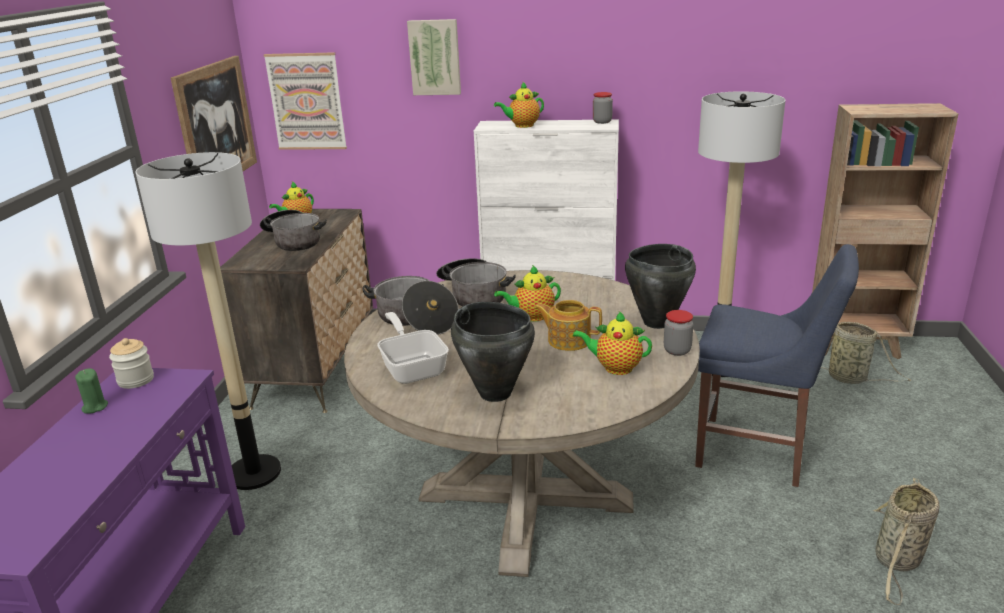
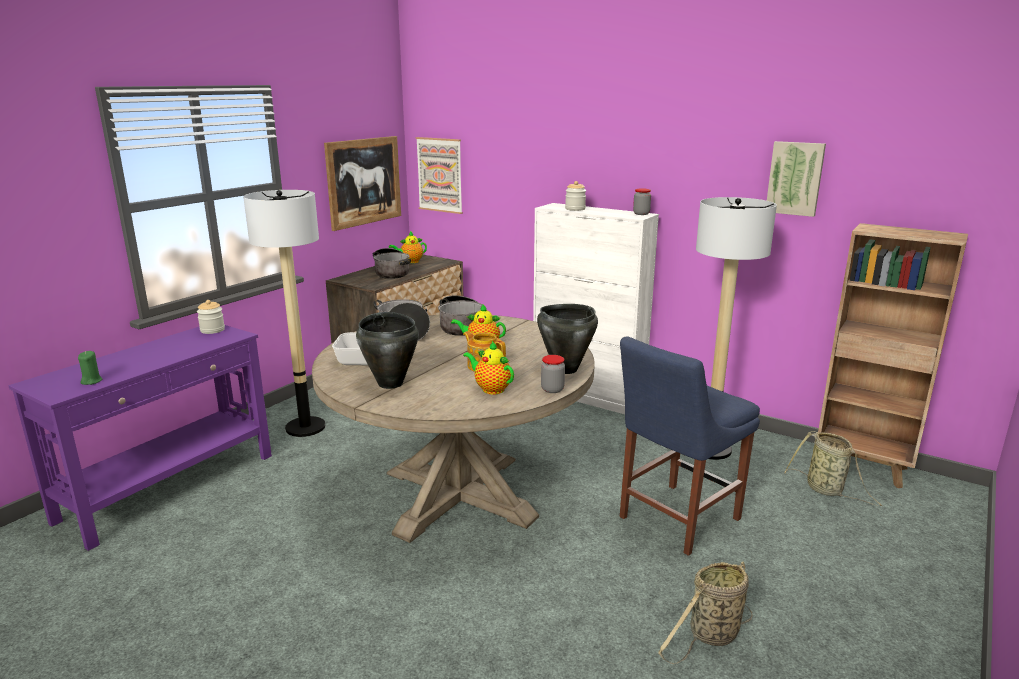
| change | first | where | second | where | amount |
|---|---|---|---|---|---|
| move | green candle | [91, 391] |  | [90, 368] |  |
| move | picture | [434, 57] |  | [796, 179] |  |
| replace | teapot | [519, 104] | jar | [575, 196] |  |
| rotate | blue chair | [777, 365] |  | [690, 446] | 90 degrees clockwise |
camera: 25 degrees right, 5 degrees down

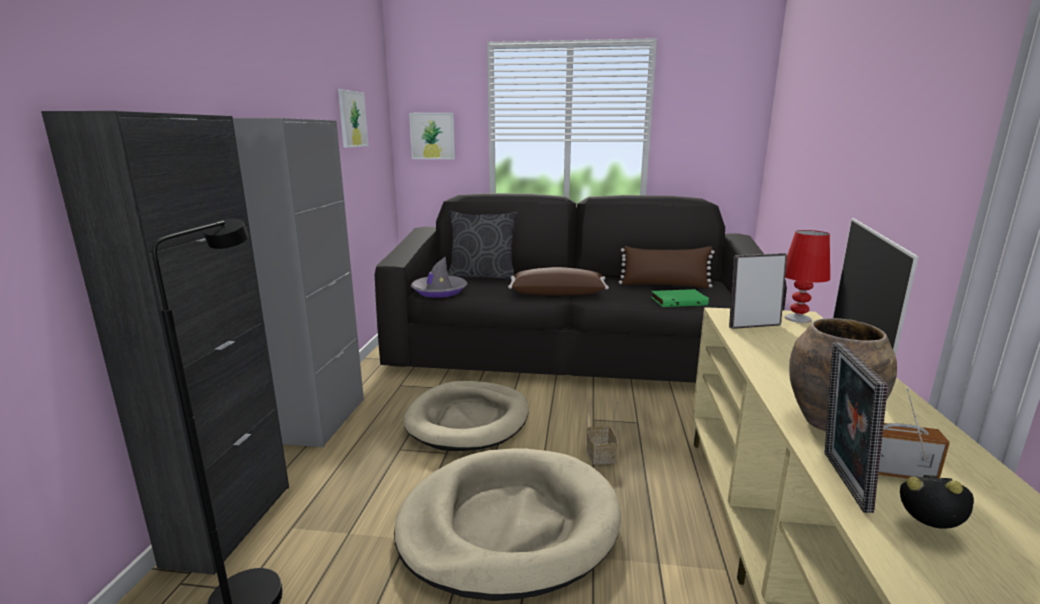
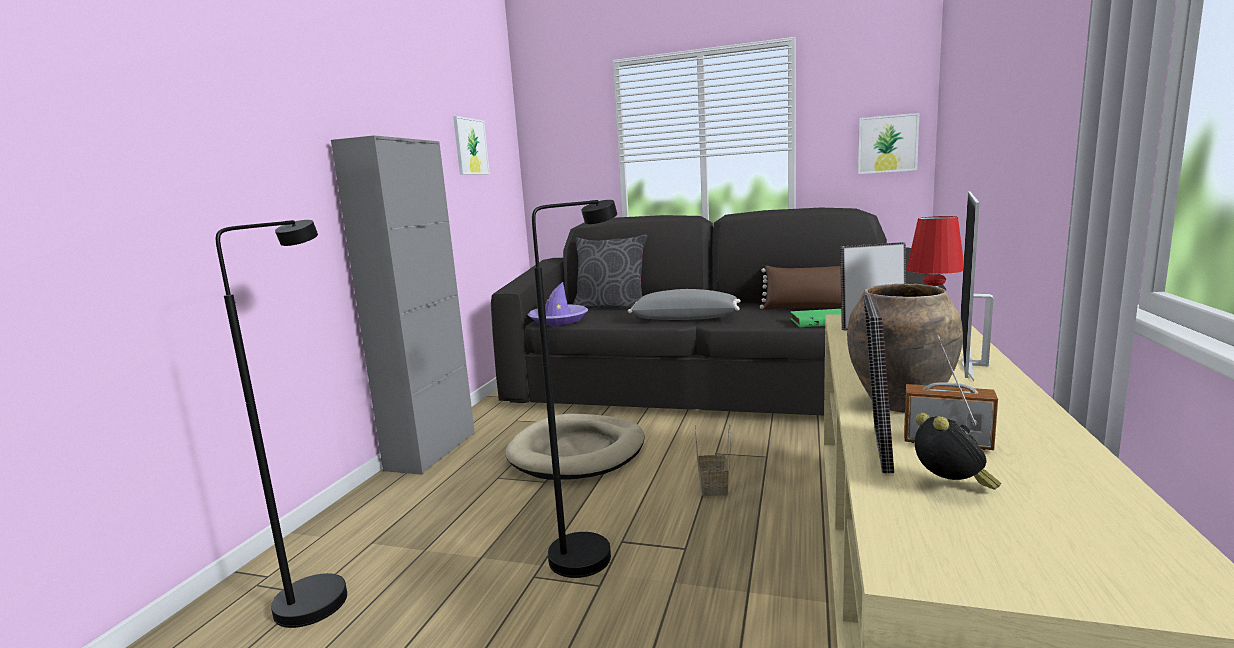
| change | first | where | second | where | amount |
|---|---|---|---|---|---|
| delete | black cabinet | [165, 343] |  |  |  |
| move | picture | [432, 136] |  | [888, 143] |  |
| replace | beige dog bed | [507, 525] | black floor lamp | [574, 389] |  |
| recolor | grey hat | [439, 277] | purple hat | [558, 303] |  |
| recolor | brown pillow | [558, 281] | grey pillow | [684, 304] |  |
| rotate | alarm clock | [937, 502] |  | [958, 451] | 45 degrees clockwise |
camera: 10 degrees right, 5 degrees down

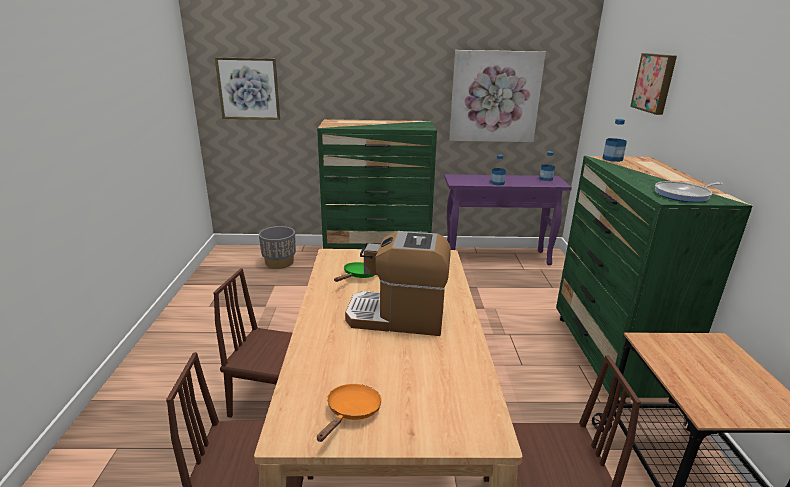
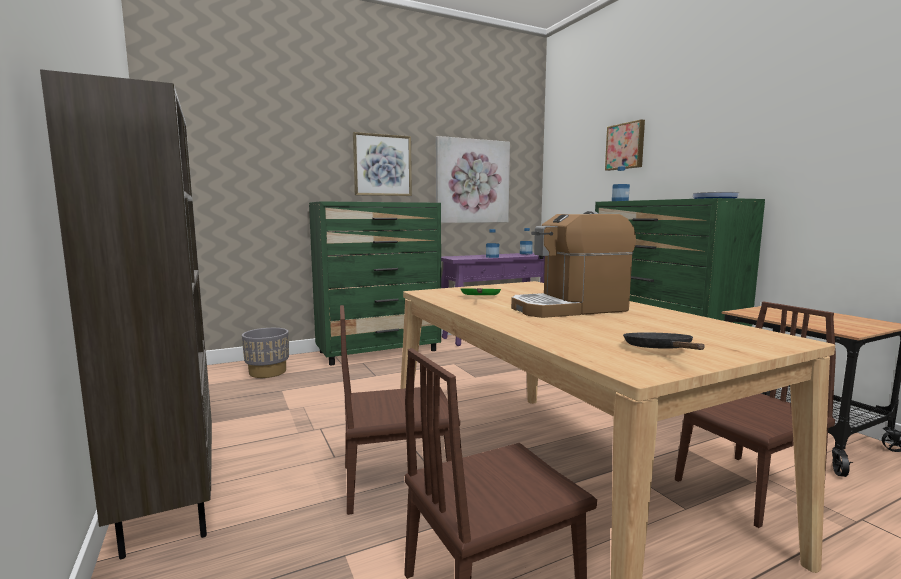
| change | first | where | second | where | amount |
|---|---|---|---|---|---|
| insert |  |  | brown bookcase | [126, 314] |  |
| move | picture | [247, 88] |  | [382, 164] |  |
| recolor | orange frying pan | [349, 413] | black frying pan | [663, 341] |  |
camera: 25 degrees left, 15 degrees down

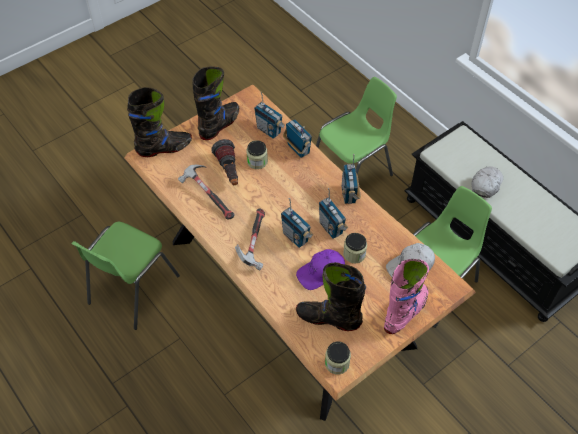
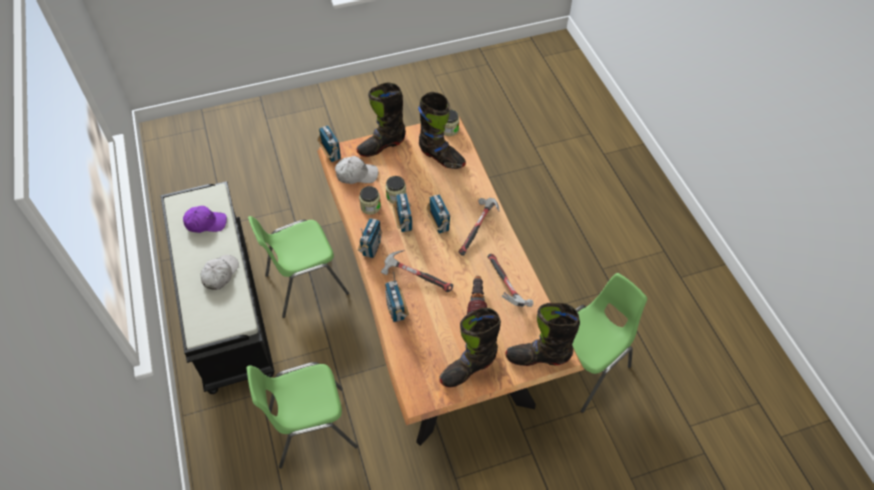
| change | first | where | second | where | amount |
|---|---|---|---|---|---|
| insert |  |  | hammer | [417, 271] |  |
| move | jar | [257, 154] |  | [370, 200] |  |
| move | radio | [269, 115] |  | [329, 143] |  |
| move | purple cap | [320, 269] |  | [205, 219] |  |
| recolor | pink boot | [406, 296] | black boot | [381, 119] |  |
| rotate | white cap | [487, 182] |  | [220, 272] | 150 degrees clockwise |
camera: 160 degrees left, 0 degrees up

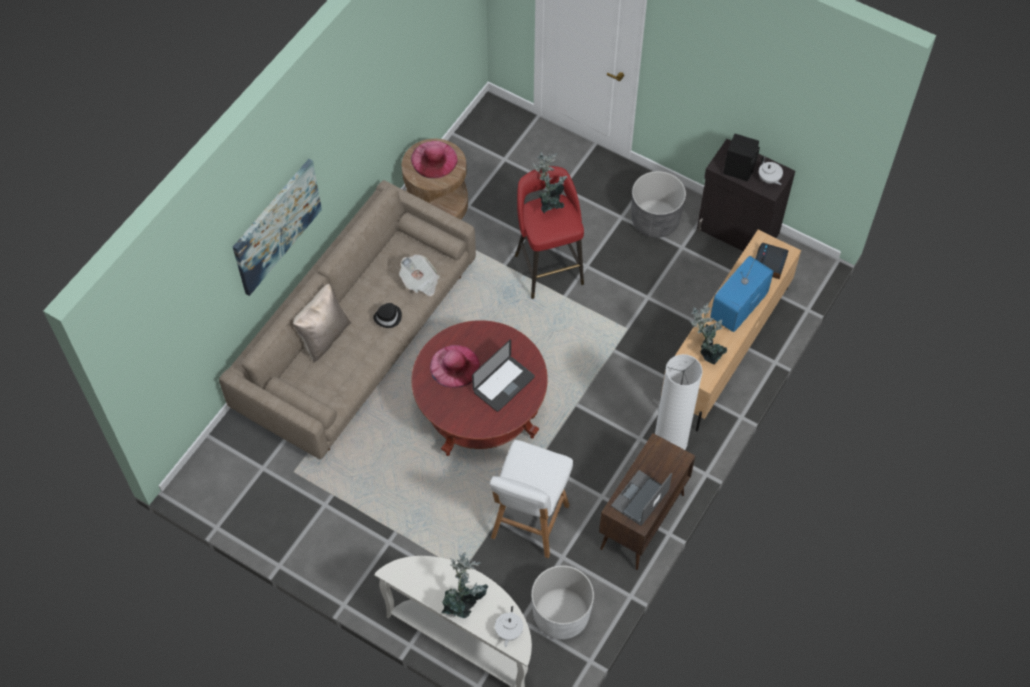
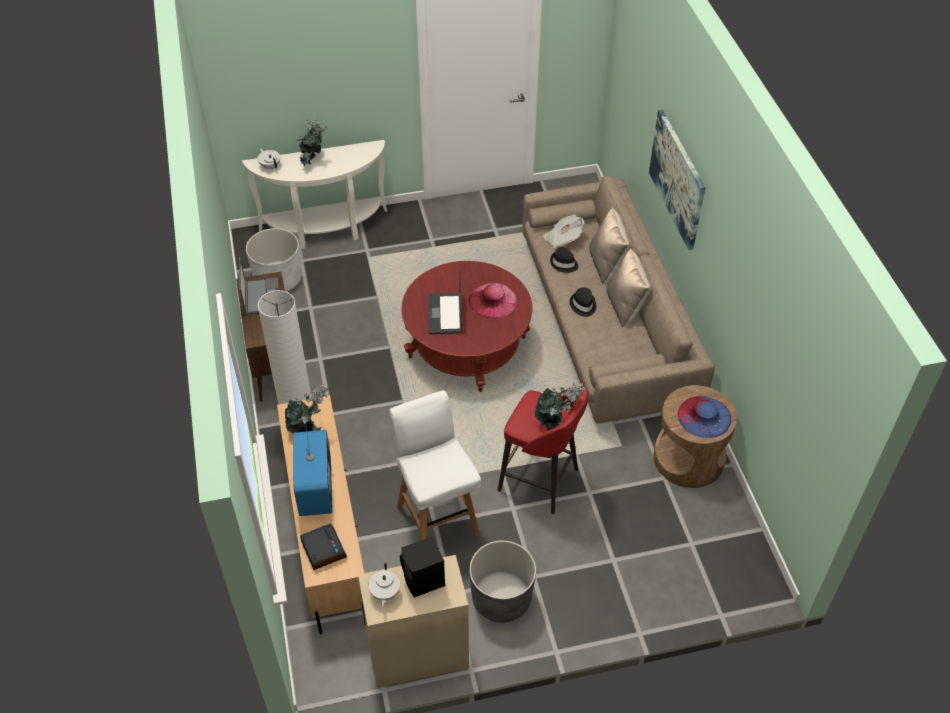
| change | first | where | second | where | amount |
|---|---|---|---|---|---|
| insert |  |  | black hat | [564, 260] |  |
| insert |  |  | beige pillow | [628, 288] |  |
| move | newspaper | [419, 275] |  | [563, 231] |  |
| move | white stool | [531, 499] |  | [435, 465] |  |
| recolor | pink hat | [434, 159] | blue hat | [704, 417] |  |
| recolor | black cabinet | [746, 195] | beige cabinet | [413, 621] |  |
| rotate | white teapot | [771, 171] |  | [384, 585] | 105 degrees counterclockwise |
camera: 135 degrees right, 10 degrees down

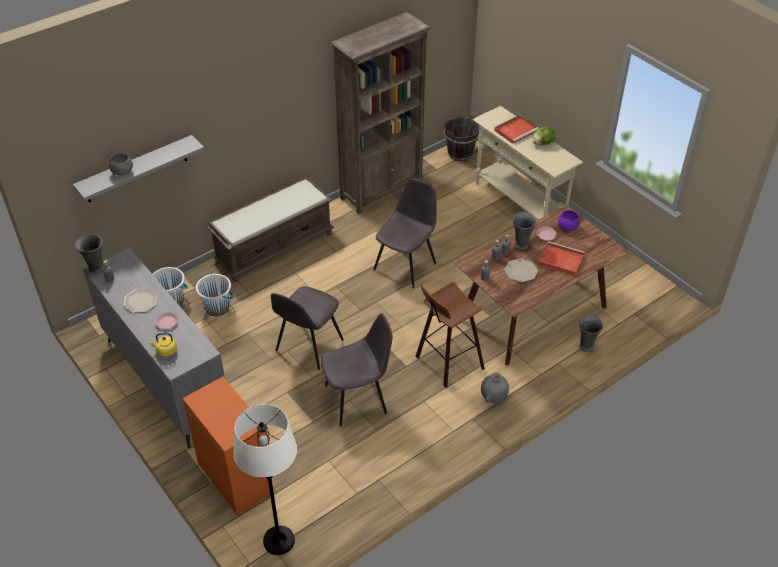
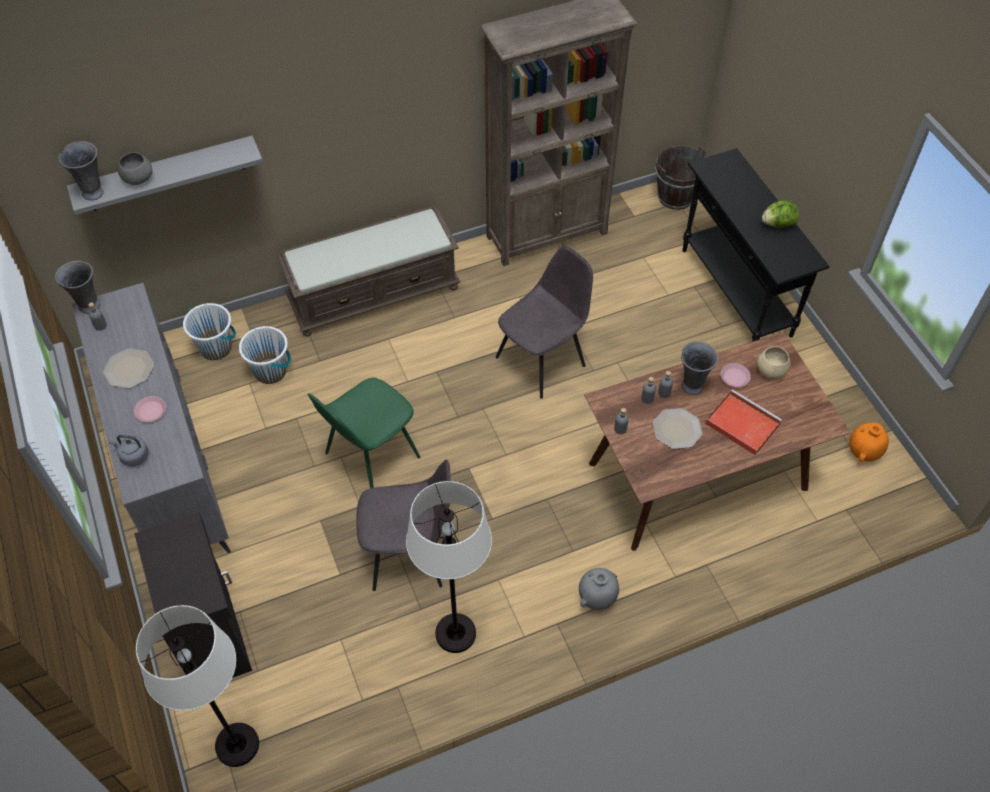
| change | first | where | second | where | amount |
|---|---|---|---|---|---|
| delete | stool | [450, 335] |  |  |  |
| delete | red tray | [516, 129] |  |  |  |
| insert |  |  | white floor lamp | [449, 567] |  |
| insert |  |  | orange vase | [869, 442] |  |
| move | grey vase | [591, 333] |  | [81, 170] |  |
| recolor | yellow kettle | [163, 345] | grey kettle | [129, 450] |  |
| recolor | orange cabinet | [226, 446] | black cabinet | [193, 594] |  |
| recolor | grey chair | [307, 328] | green chair | [364, 432] |  |
| recolor | beige console table | [528, 163] | black console table | [756, 245] |  |
| recolor | purple bowl | [569, 220] | beige bowl | [774, 362] |  |
camera: 15 degrees right, 10 degrees up

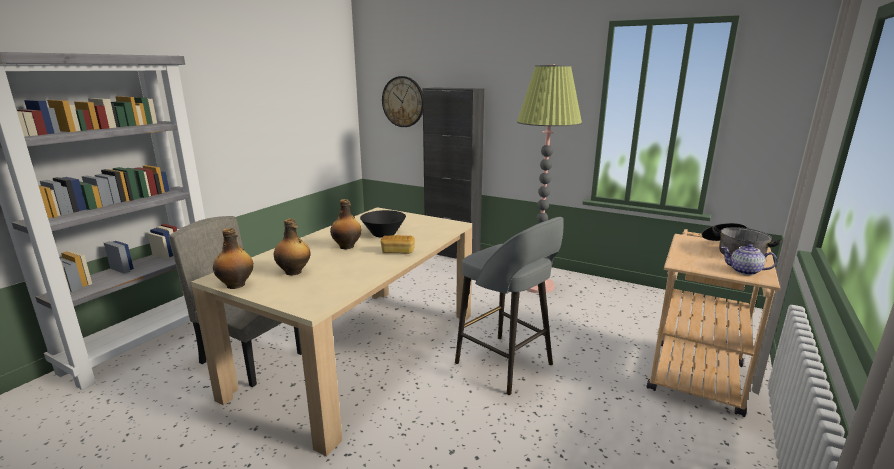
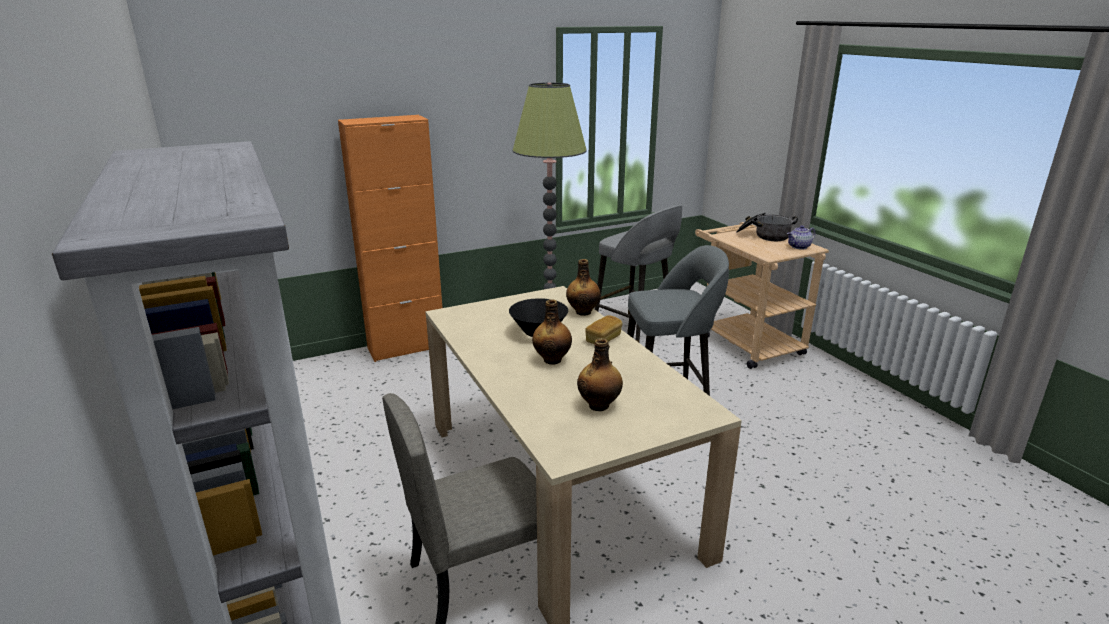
| change | first | where | second | where | amount |
|---|---|---|---|---|---|
| delete | wall clock | [402, 101] |  |  |  |
| insert |  |  | grey stool | [638, 273] |  |
| move | bottle | [233, 258] |  | [583, 287] |  |
| recolor | black cabinet | [453, 173] | orange cabinet | [390, 238] |  |
camera: 55 degrees left, 5 degrees up

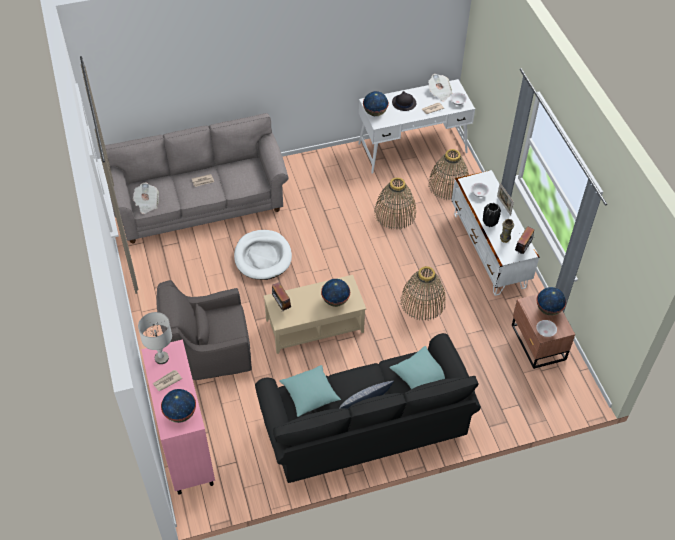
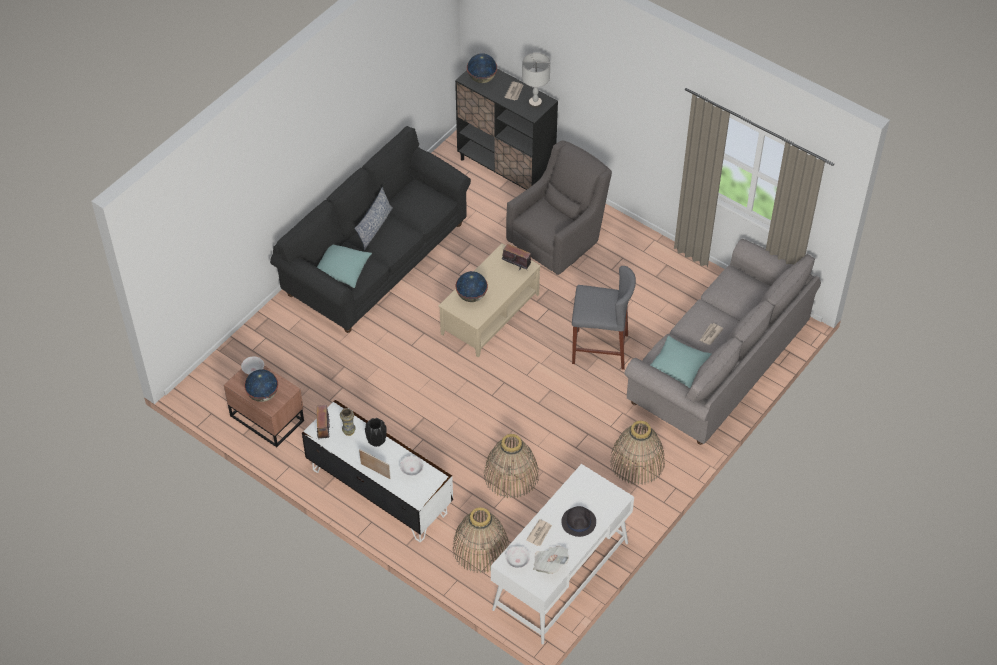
| change | first | where | second | where | amount |
|---|---|---|---|---|---|
| delete | newspaper | [146, 198] |  |  |  |
| delete | globe | [376, 103] |  |  |  |
| move | turquoise pillow | [310, 391] |  | [680, 362] |  |
| move | basket | [423, 293] |  | [637, 452] |  |
| replace | white dog bed | [263, 255] | grey stool | [604, 318] |  |
| recolor | pink cabinet | [178, 417] | black cabinet | [506, 129] |  |
camera: 145 degrees right, 0 degrees up

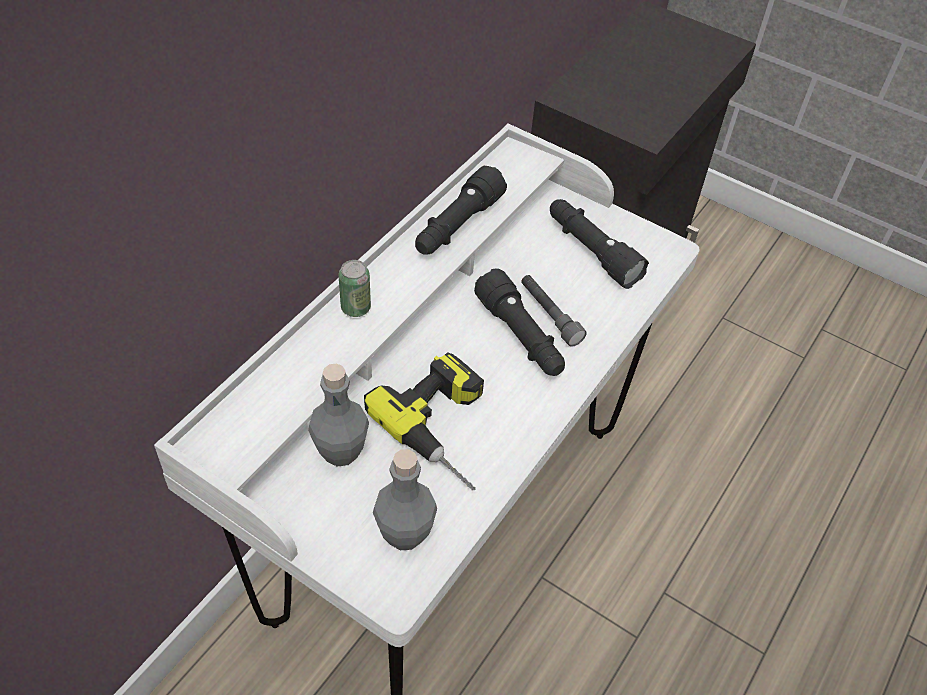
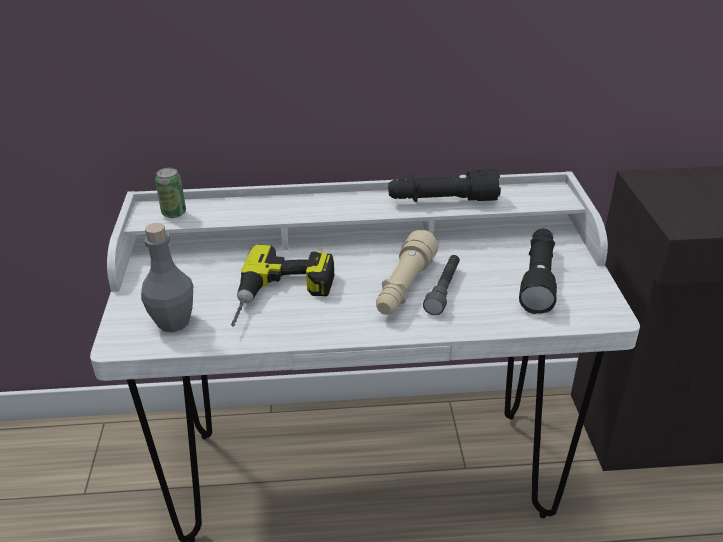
| change | first | where | second | where | amount |
|---|---|---|---|---|---|
| delete | grey bottle | [338, 415] |  |  |  |
| move | can | [355, 288] |  | [170, 193] |  |
| recolor | black flashlight | [519, 322] | beige flashlight | [407, 272] |  |
camera: 55 degrees right, 15 degrees down

